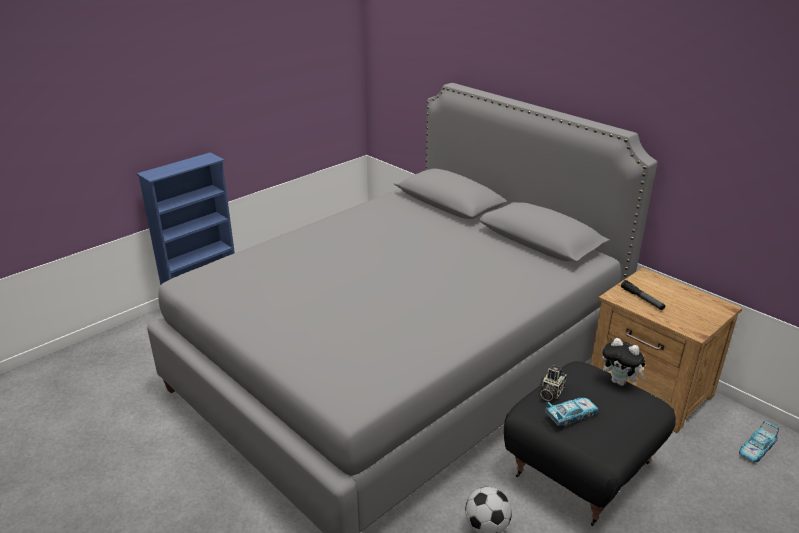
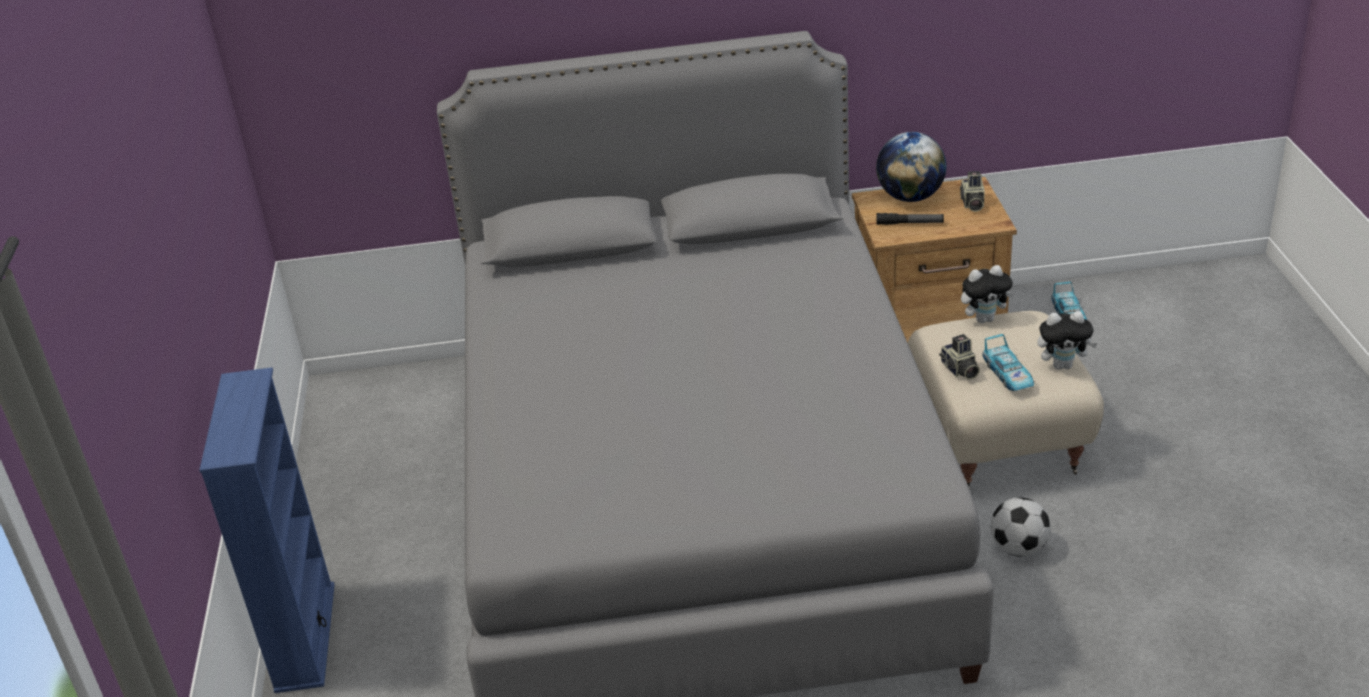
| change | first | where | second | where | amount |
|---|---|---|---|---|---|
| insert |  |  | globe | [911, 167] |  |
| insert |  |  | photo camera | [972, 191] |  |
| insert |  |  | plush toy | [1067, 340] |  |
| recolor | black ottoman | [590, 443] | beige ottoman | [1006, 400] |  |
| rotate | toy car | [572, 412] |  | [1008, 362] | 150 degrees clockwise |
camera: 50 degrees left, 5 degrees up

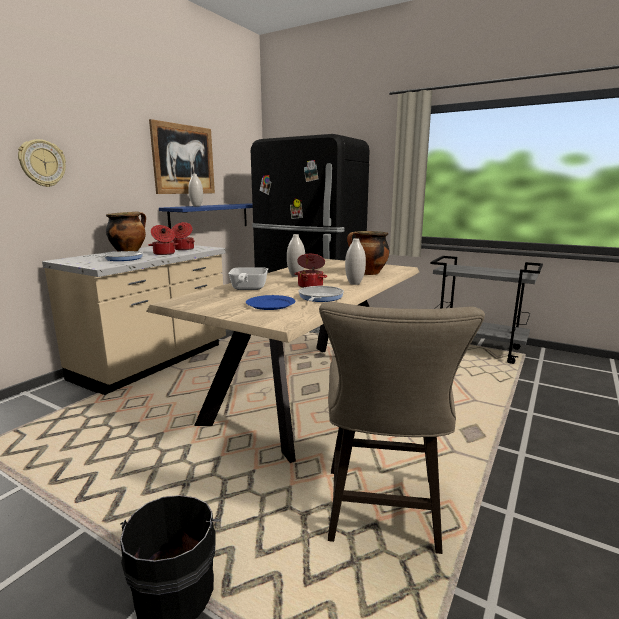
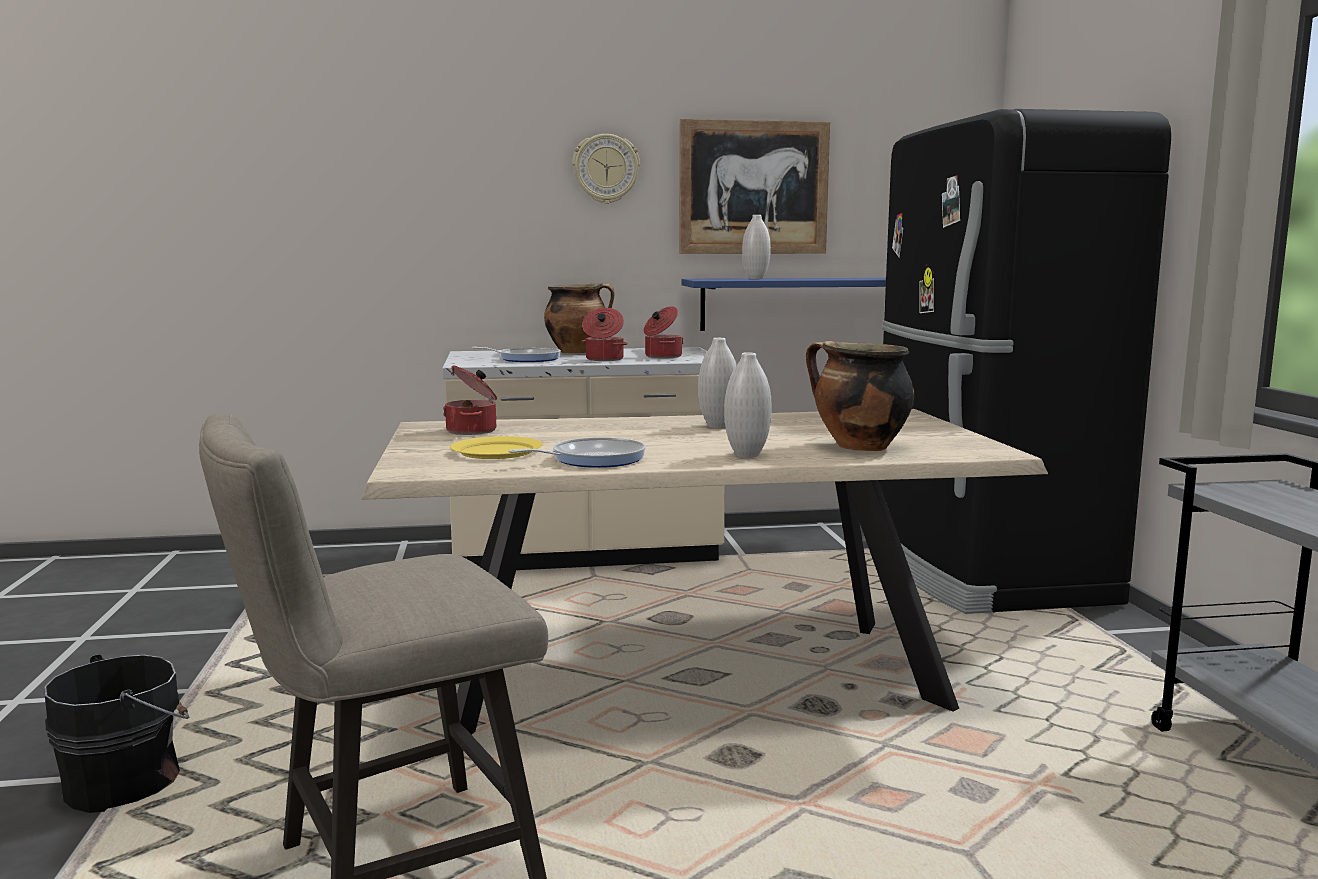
| change | first | where | second | where | amount |
|---|---|---|---|---|---|
| delete | frying pan | [248, 278] |  |  |  |
| move | wall clock | [42, 163] |  | [606, 169] |  |
| move | cooking pot | [311, 271] |  | [470, 400] |  |
| recolor | blue plate | [270, 302] | yellow plate | [496, 447] |  |
camera: 50 degrees right, 5 degrees down

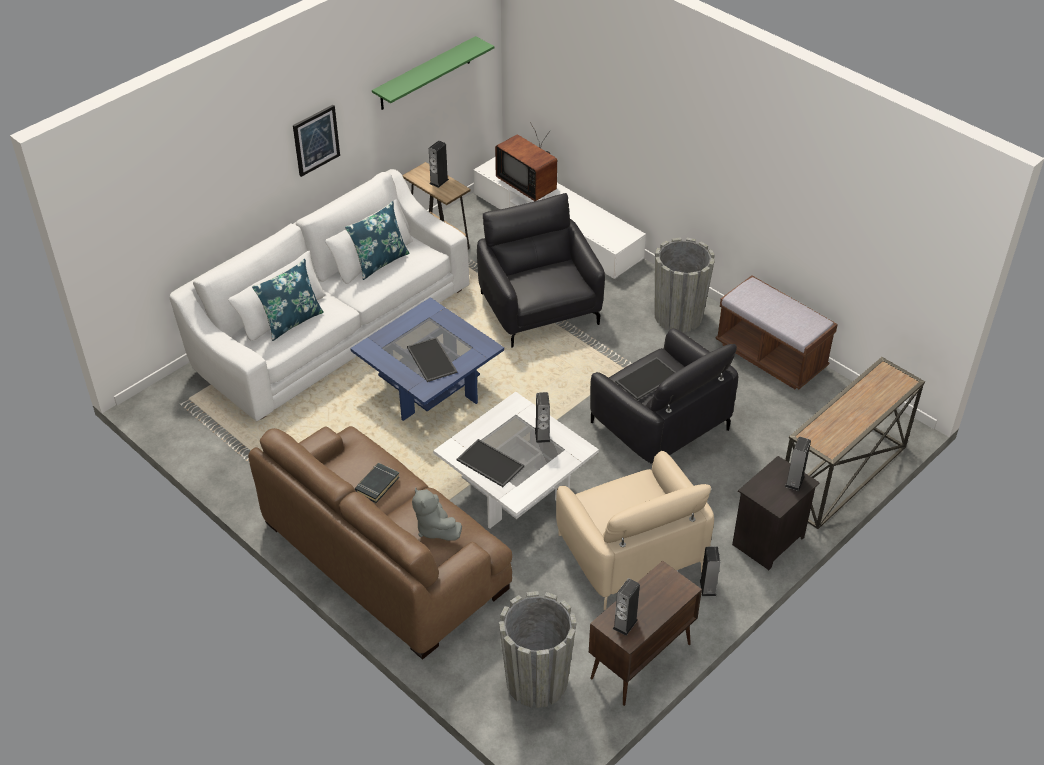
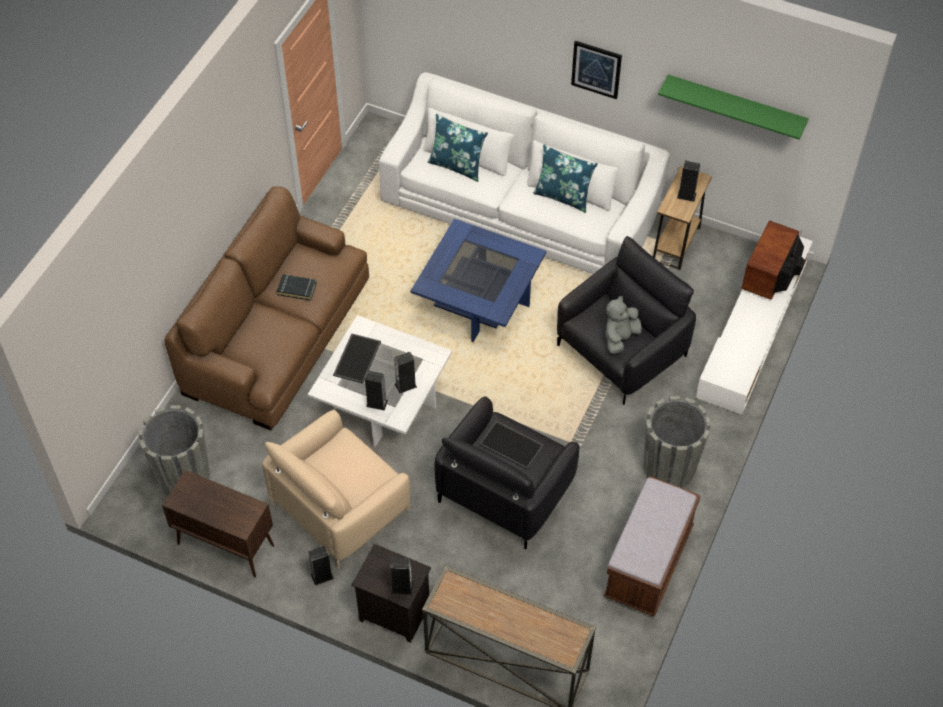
| change | first | where | second | where | amount |
|---|---|---|---|---|---|
| delete | tray | [432, 359] |  |  |  |
| move | grey plush toy | [437, 514] |  | [623, 325] |  |
| move | speaker | [626, 607] |  | [376, 391] |  |
camera: 70 degrees right, 10 degrees up

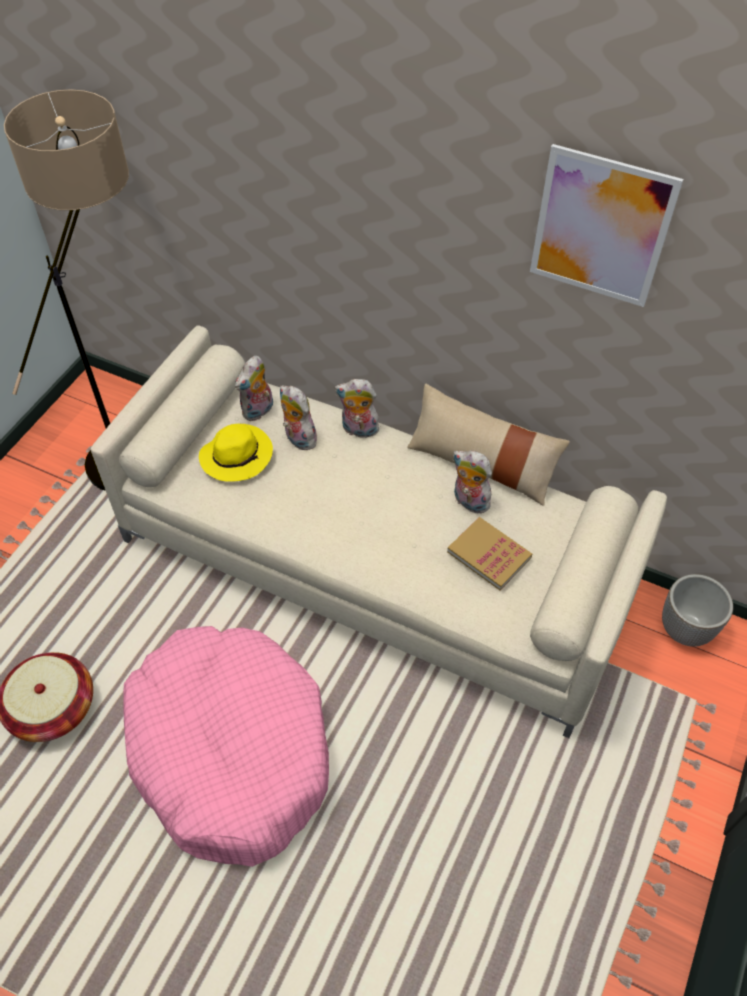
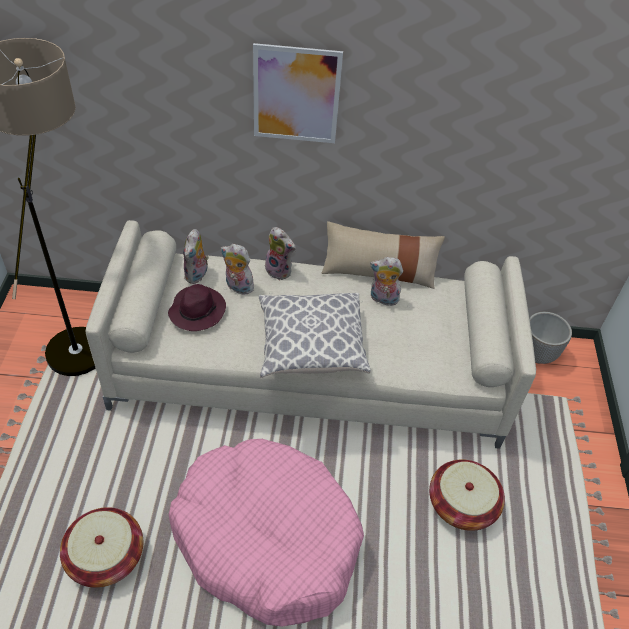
| change | first | where | second | where | amount |
|---|---|---|---|---|---|
| delete | book | [489, 553] |  |  |  |
| insert |  |  | pillow | [315, 335] |  |
| insert |  |  | basket | [467, 495] |  |
| move | picture | [606, 225] |  | [298, 93] |  |
| recolor | yellow hat | [236, 452] | purple hat | [197, 307] |  |
| rotate | plush toy | [357, 408] |  | [280, 253] | 135 degrees counterclockwise |
camera: 25 degrees left, 5 degrees down

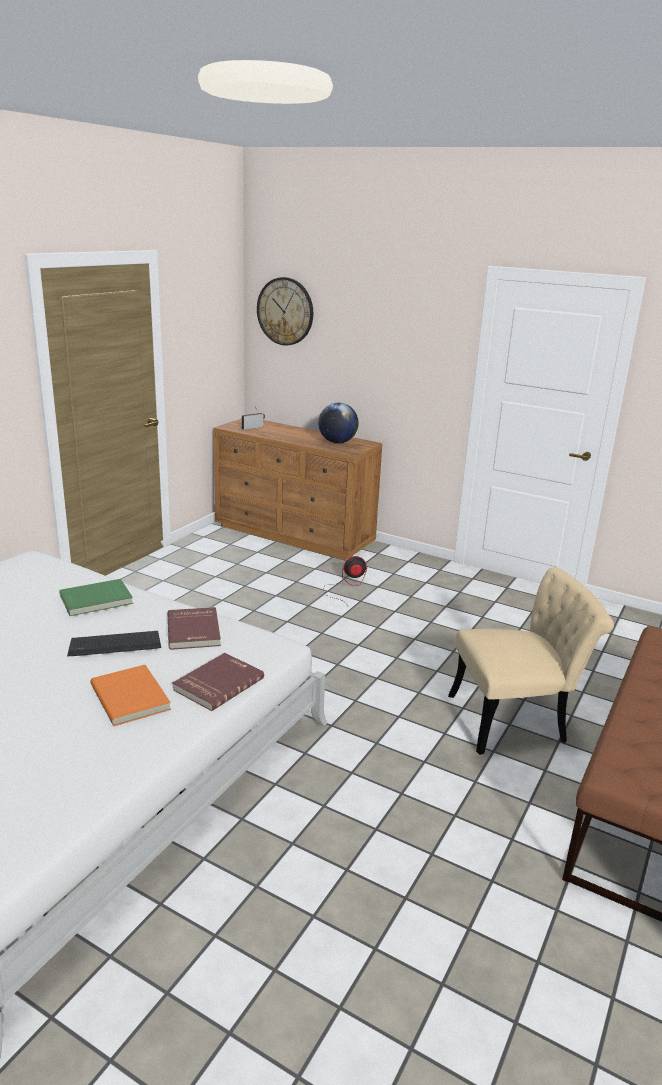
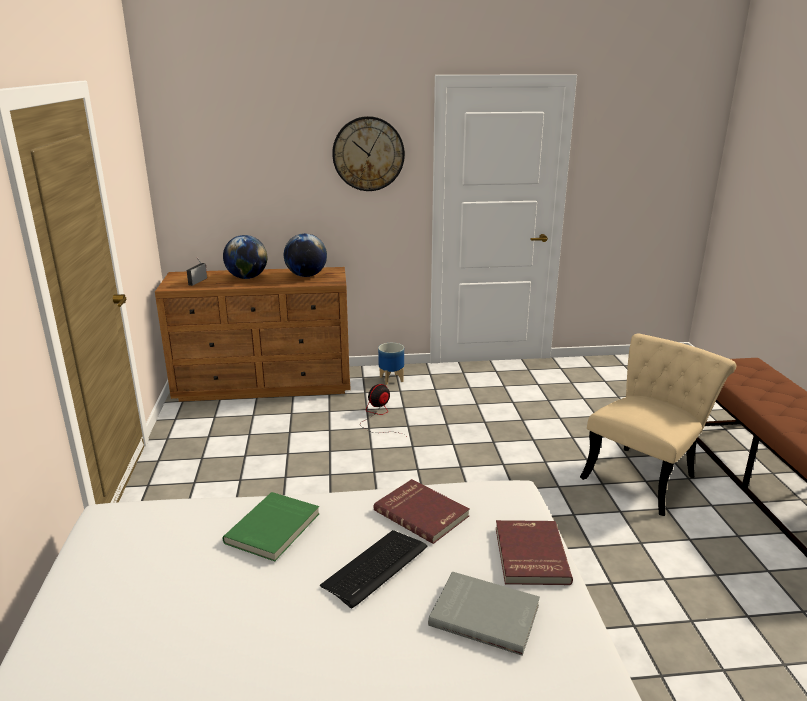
| change | first | where | second | where | amount |
|---|---|---|---|---|---|
| insert |  |  | globe | [245, 257] |  |
| insert |  |  | planter | [391, 364] |  |
| move | wall clock | [285, 311] |  | [368, 153] |  |
| recolor | orange book | [130, 695] | grey book | [484, 614] |  |
camera: 35 degrees left, 0 degrees up

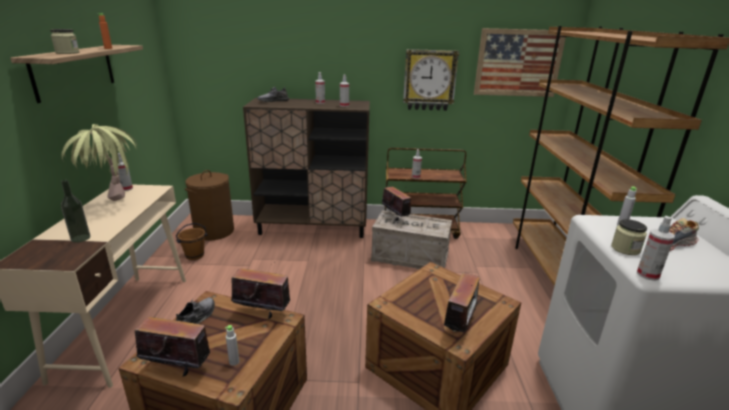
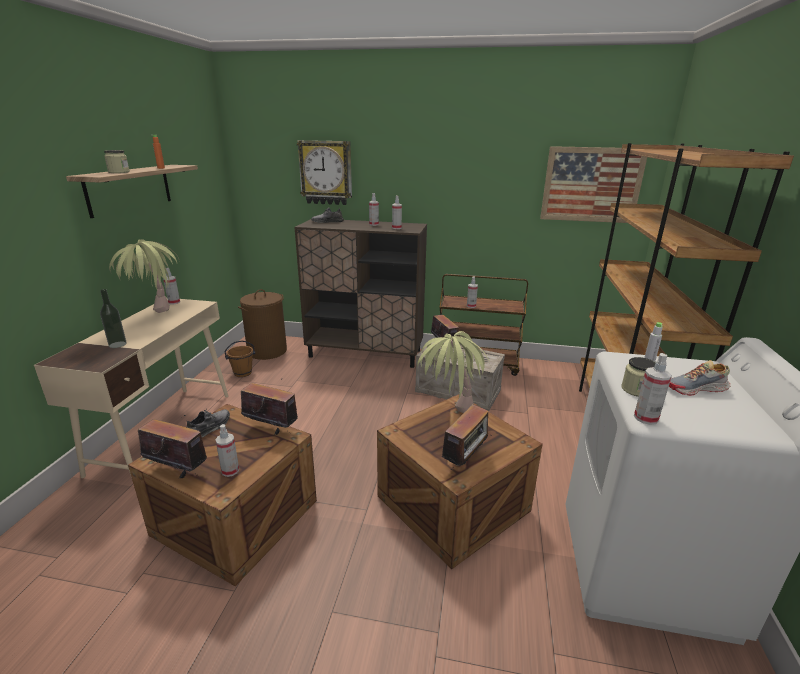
| change | first | where | second | where | amount |
|---|---|---|---|---|---|
| insert |  |  | potted plant | [453, 372] |  |
| move | wall clock | [431, 80] |  | [324, 172] |  |
| replace | grey bottle | [232, 345] | spray bottle | [227, 450] |  |
camera: 10 degrees right, 0 degrees up

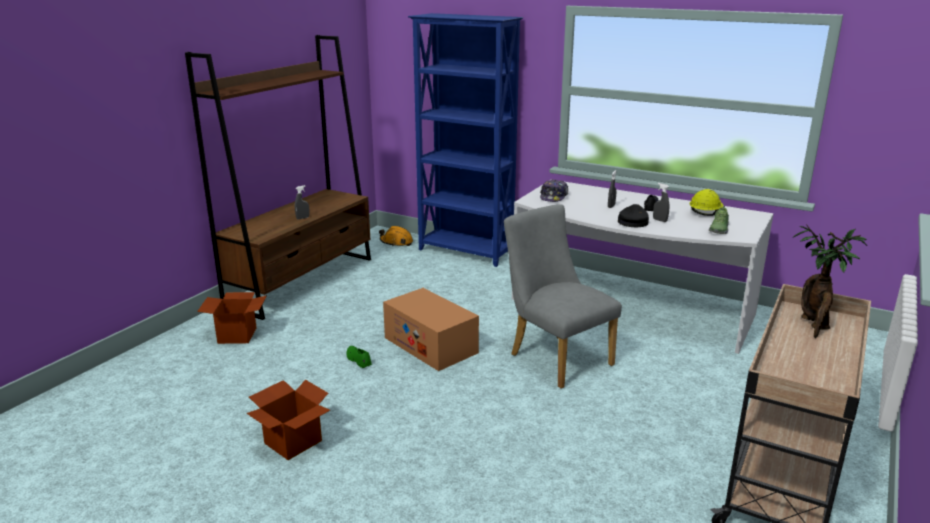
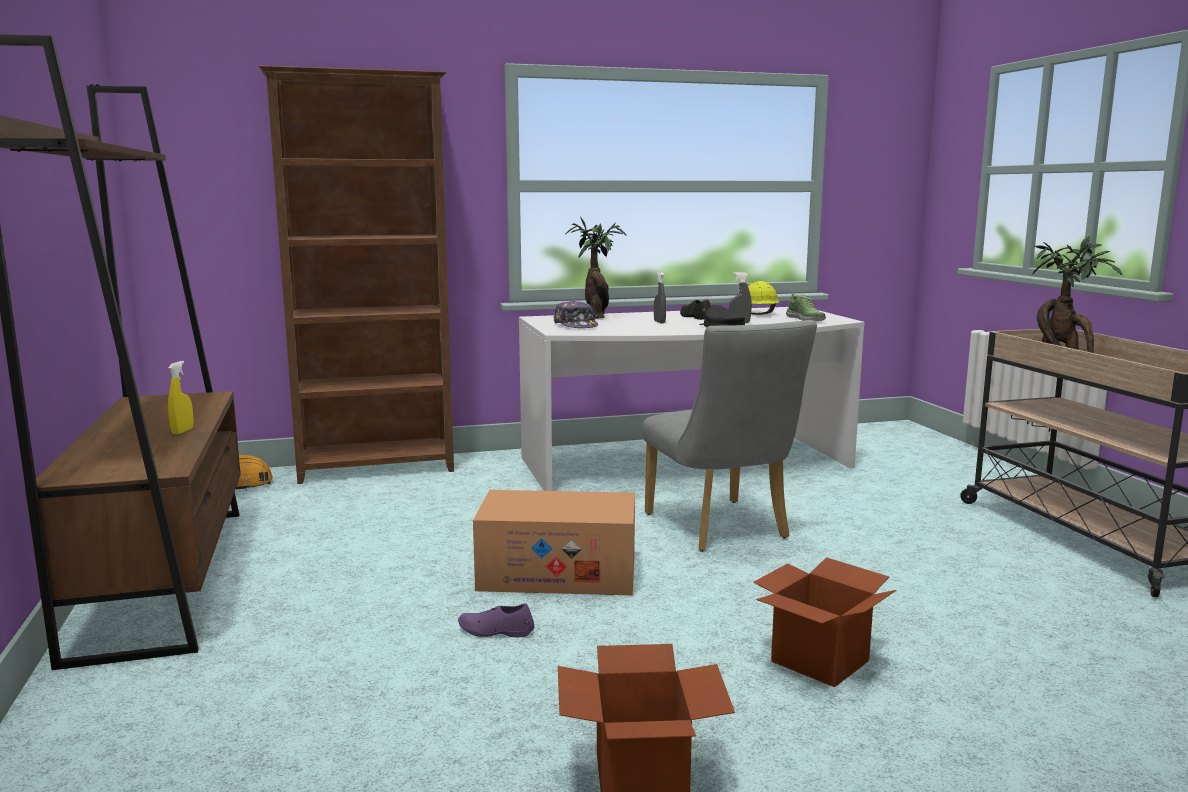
| change | first | where | second | where | amount |
|---|---|---|---|---|---|
| insert |  |  | potted plant | [596, 268] |  |
| move | cardboard box | [232, 318] |  | [825, 622] |  |
| recolor | grey spray bottle | [302, 202] | yellow spray bottle | [181, 397] |  |
| recolor | green shoe | [359, 357] | purple shoe | [496, 620] |  |
| recolor | blue bookcase | [465, 140] | brown bookcase | [356, 274] |  |
| rotate | grey chair | [563, 297] |  | [730, 436] | 120 degrees counterclockwise |
camera: 45 degrees left, 10 degrees down

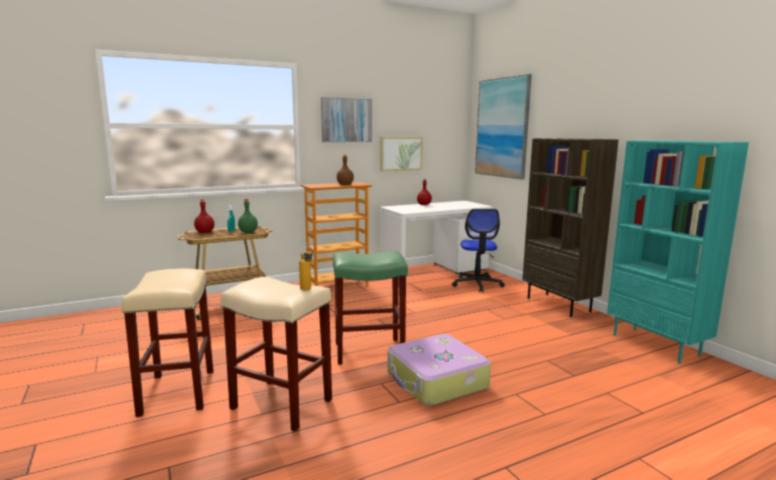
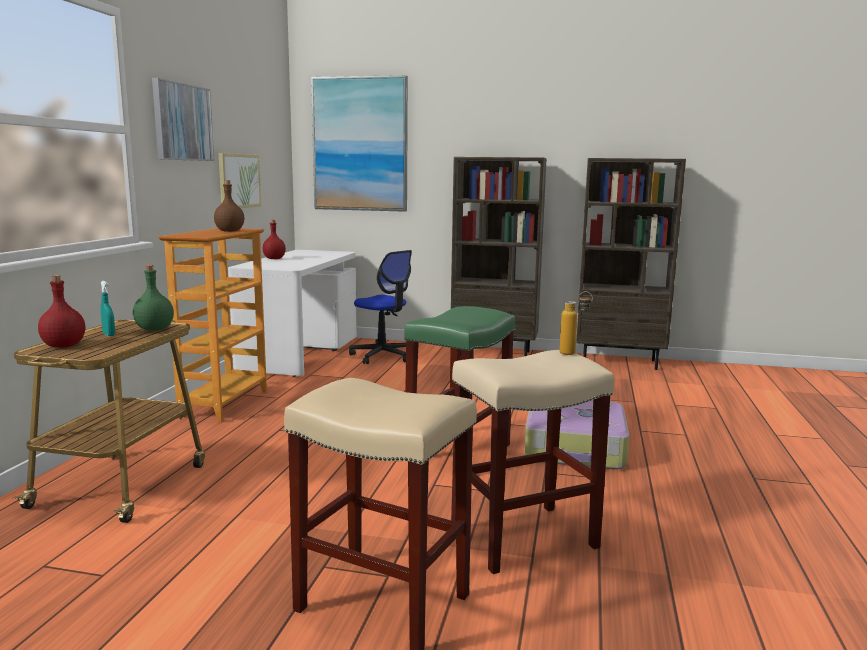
| change | first | where | second | where | amount |
|---|---|---|---|---|---|
| recolor | turquoise bookcase | [678, 252] | brown bookcase | [631, 264] |  |
camera: 50 degrees left, 0 degrees up

